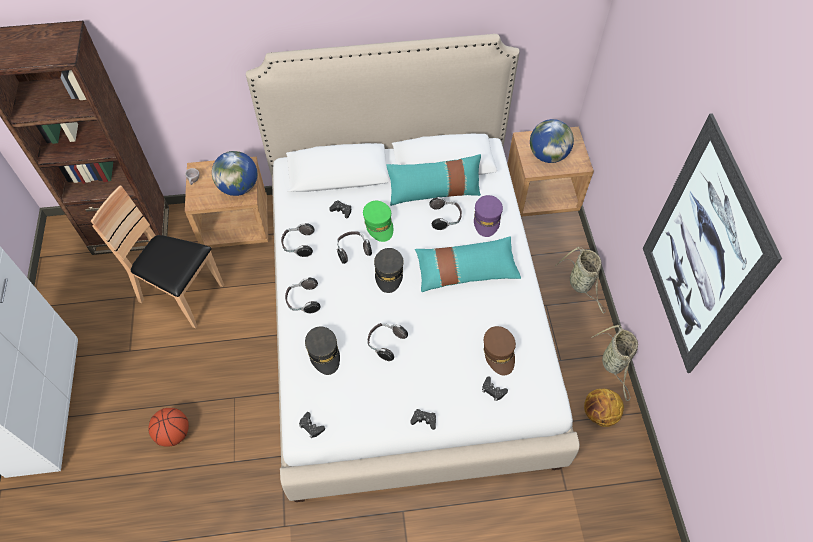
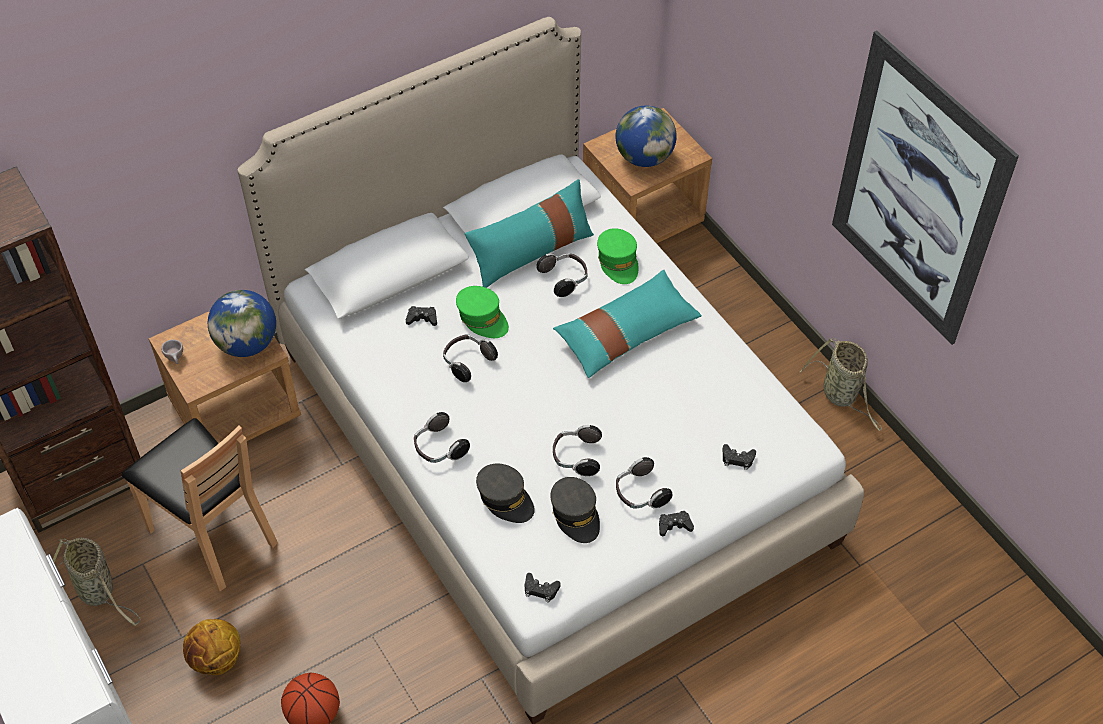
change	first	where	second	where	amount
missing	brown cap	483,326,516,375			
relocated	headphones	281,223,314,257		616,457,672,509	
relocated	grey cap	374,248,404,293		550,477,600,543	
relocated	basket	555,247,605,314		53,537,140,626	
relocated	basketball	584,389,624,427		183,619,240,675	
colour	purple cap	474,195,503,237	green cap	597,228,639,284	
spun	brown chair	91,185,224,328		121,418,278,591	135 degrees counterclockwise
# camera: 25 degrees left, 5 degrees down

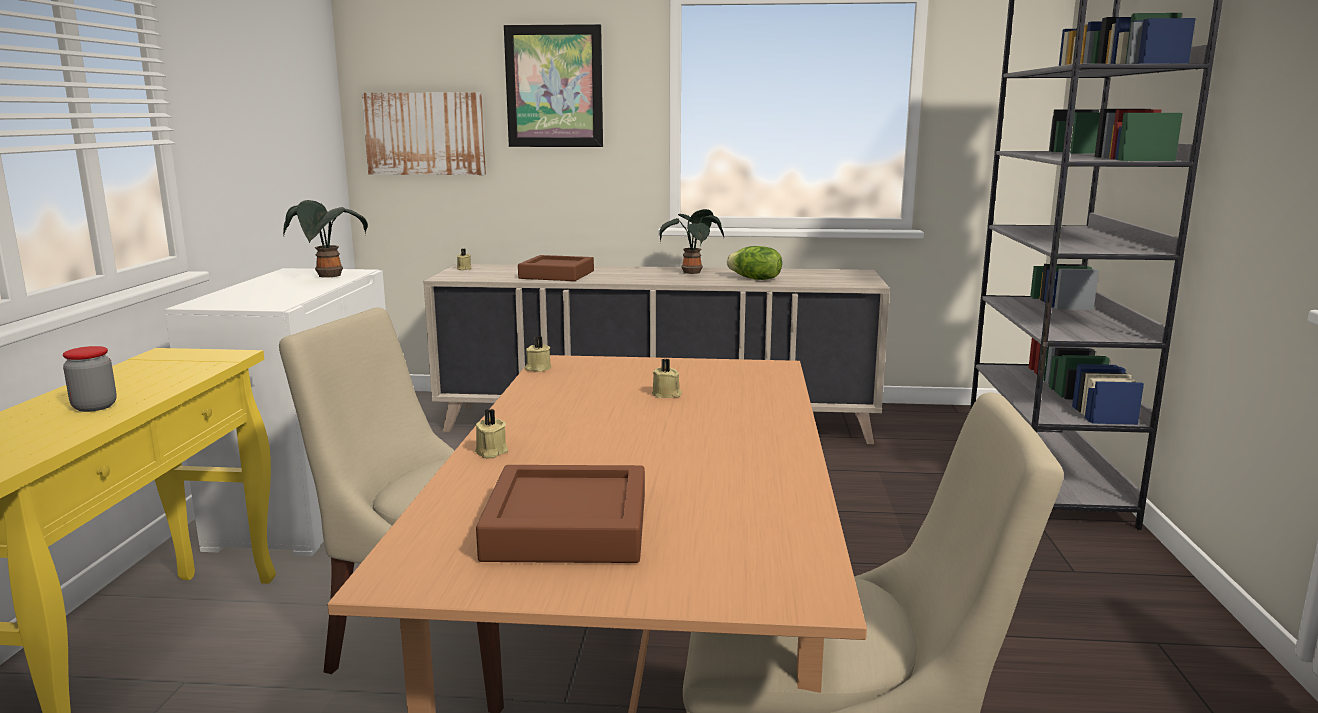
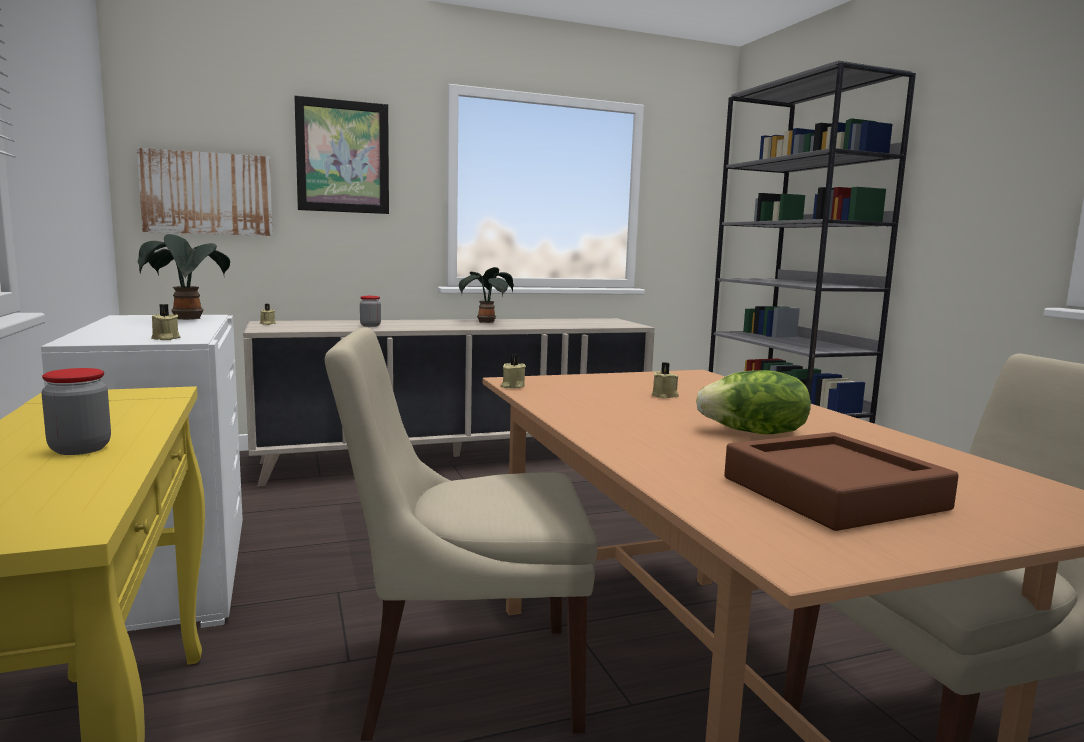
change	first	where	second	where	amount
relocated	beige candle	475,409,508,458		151,304,180,340	
relocated	lettuce	727,246,782,280		696,370,811,434	
exchanged	brown tray	518,255,594,281	jar	360,296,381,327	
# camera: 25 degrees left, 5 degrees down

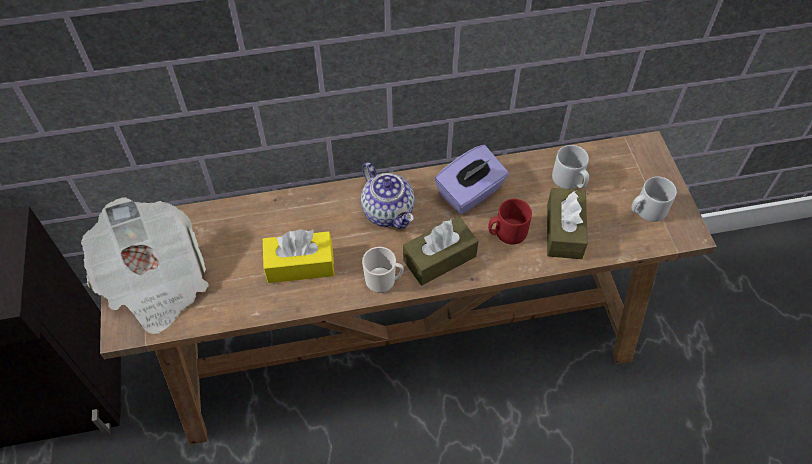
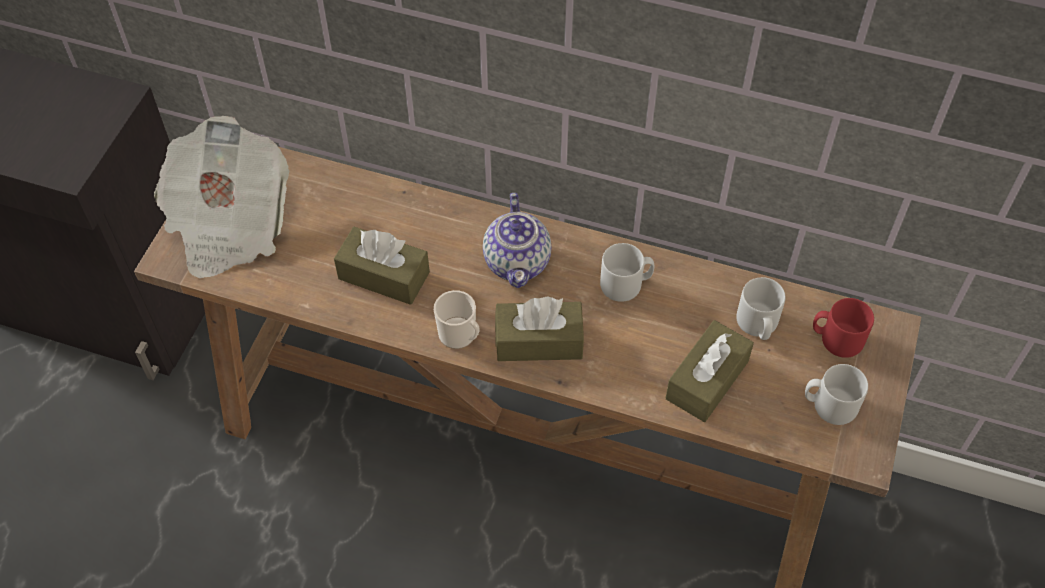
change	first	where	second	where	amount
relocated	red mug	488,199,532,244		813,298,874,358	
exchanged	purple tissue box	435,145,509,215	grey mug	600,243,654,302	
colour	yellow tissue box	263,229,334,283	brown tissue box	334,227,430,305	
# camera: 30 degrees right, 0 degrees up

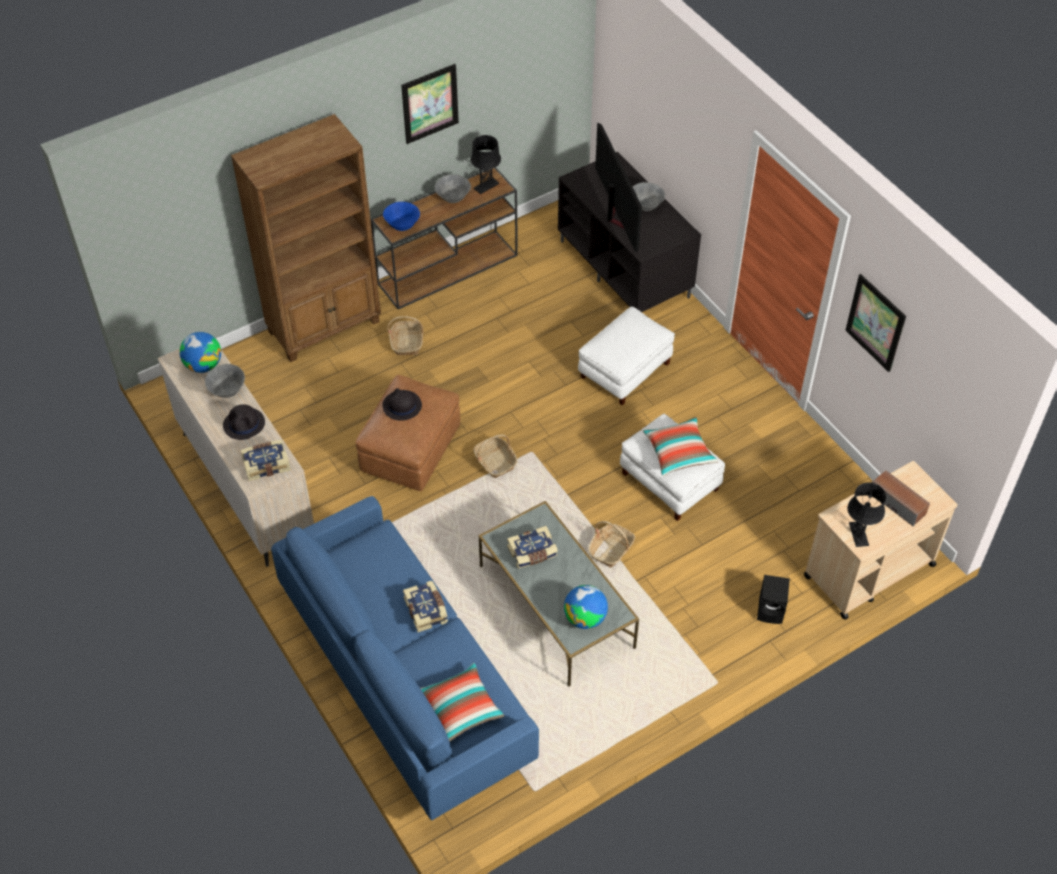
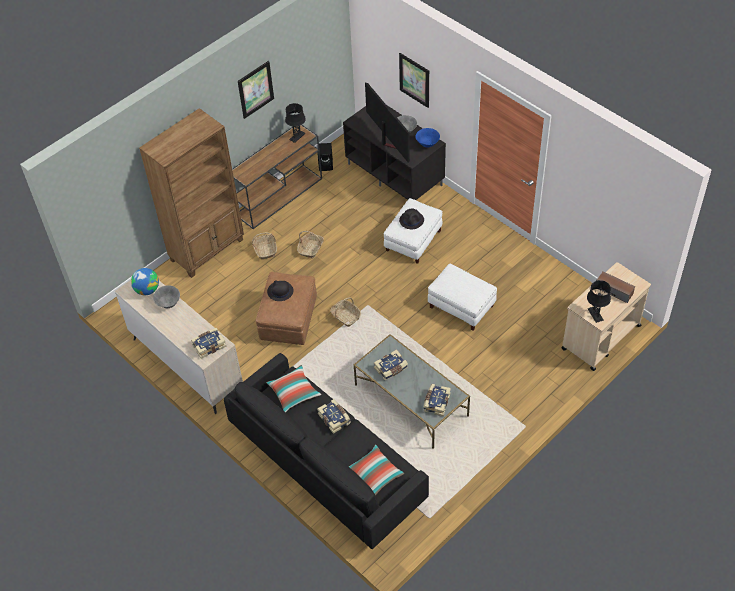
change	first	where	second	where	amount
missing	grey bowl	435,174,471,203			
relocated	black hat	223,404,265,440		399,209,424,229	
relocated	blue bowl	383,202,420,231		415,128,440,148	
relocated	basket	588,521,635,568		297,231,324,259	
relocated	pillow	643,417,719,476		266,365,322,412	
relocated	black speaker	757,575,790,624		317,143,333,171	
relocated	picture	845,274,906,372		399,53,429,108	
exchanged	globe	564,585,608,629	book	423,384,451,416	
colour	blue sofa	271,496,539,820	black sofa	224,353,429,549	
# camera: 10 degrees left, 0 degrees up

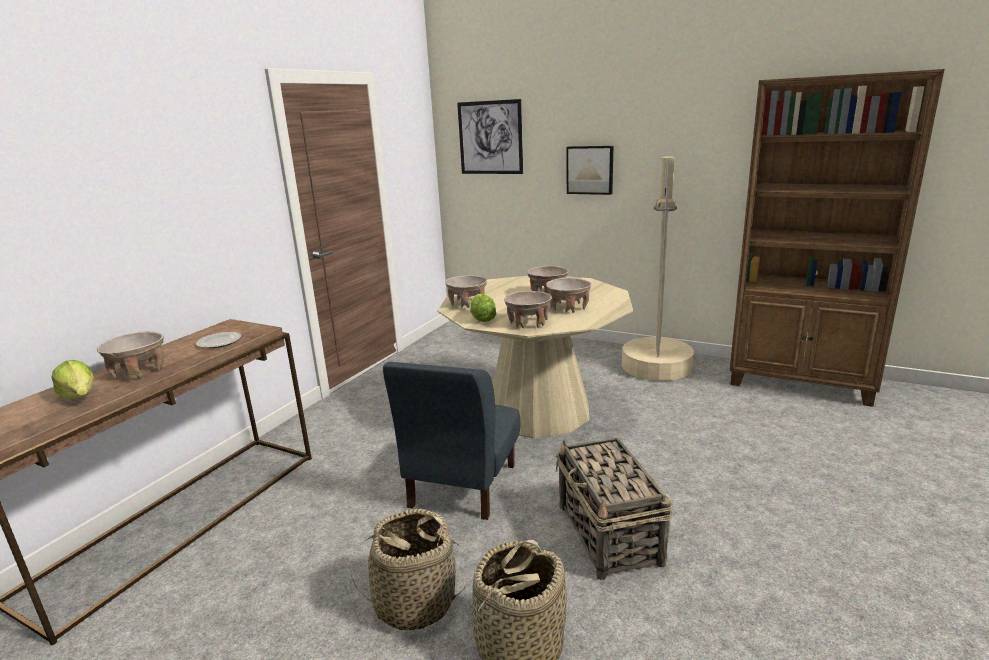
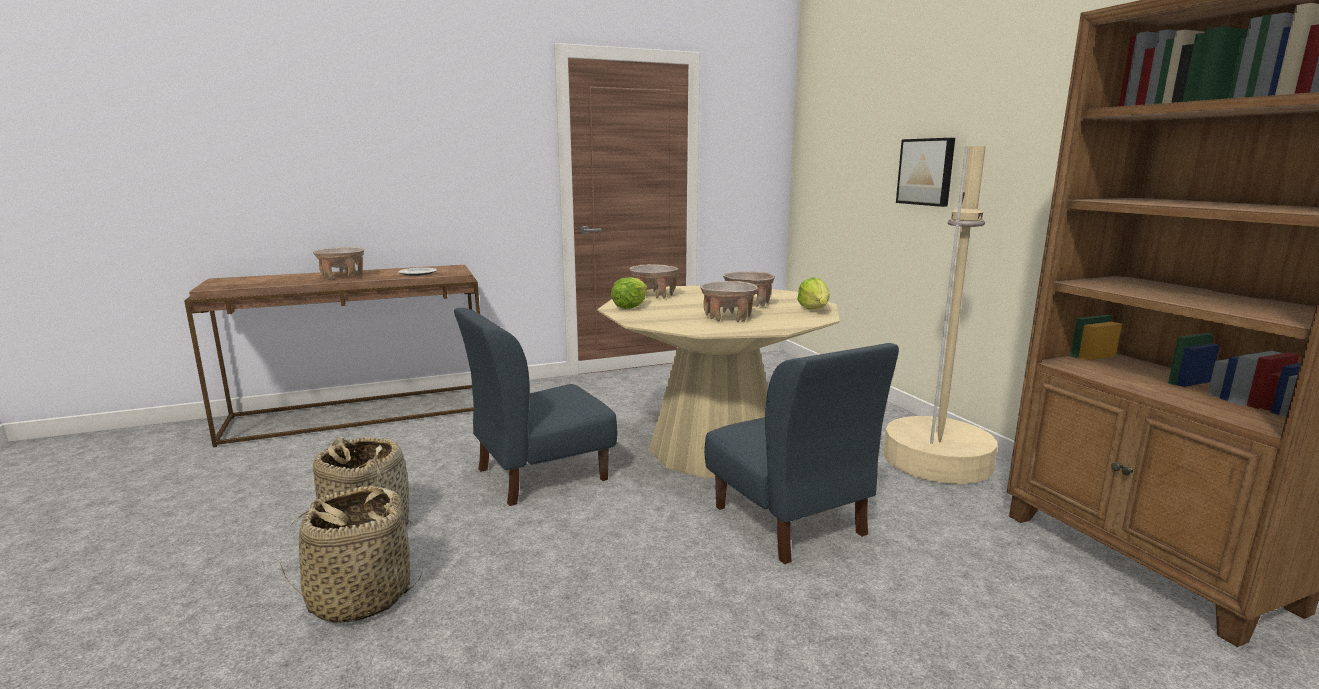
change	first	where	second	where	amount
missing	picture	457,99,523,174			
missing	beige bowl	504,291,552,329			
missing	basket	556,437,673,580			
appeared			blue chair	704,343,899,564	
relocated	lettuce	51,360,94,400		797,277,830,310	
# camera: 40 degrees right, 5 degrees down

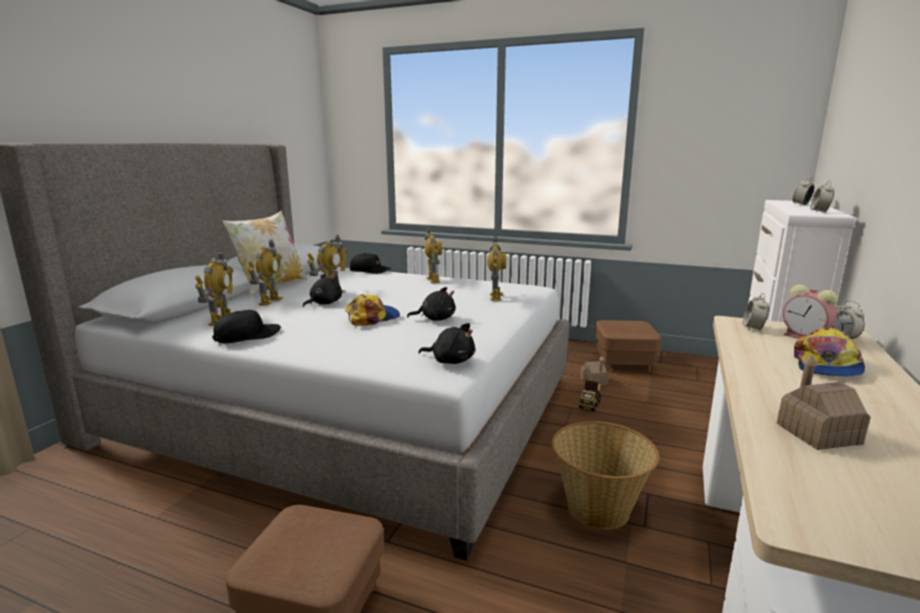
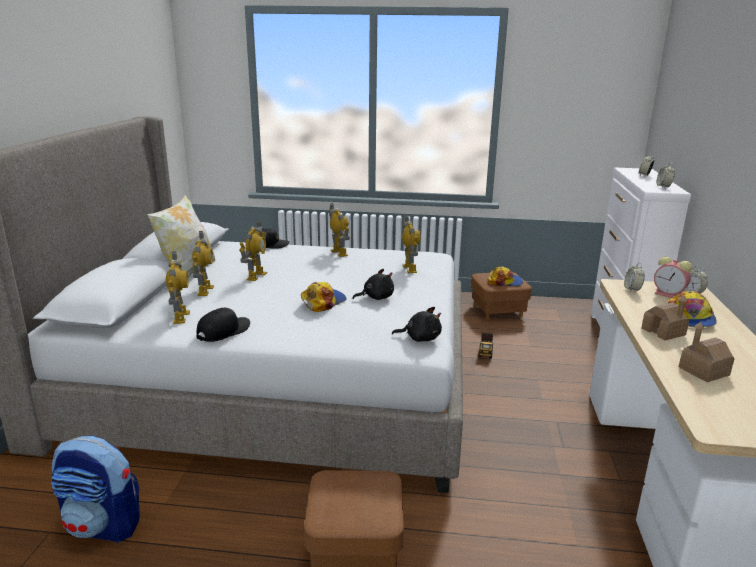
change	first	where	second	where	amount
missing	black plush toy	303,273,342,307			
missing	basket	551,421,659,529			
appeared			backpack	51,436,140,543	
appeared			cap	488,266,523,286	
relocated	toy house	580,356,609,385		641,295,689,340	
# camera: 15 degrees left, 5 degrees up

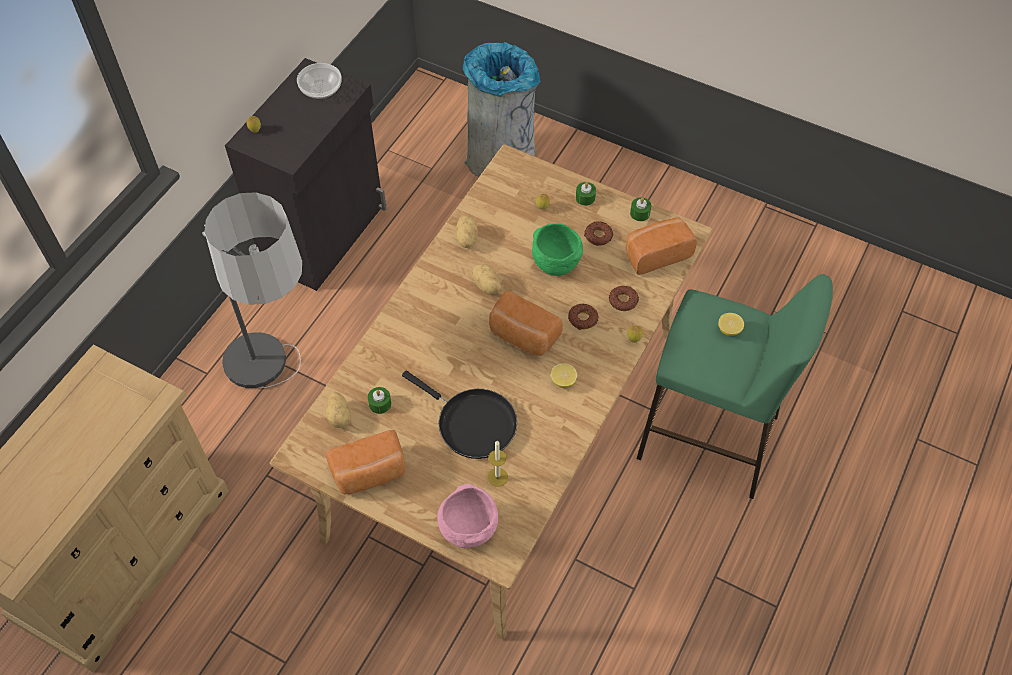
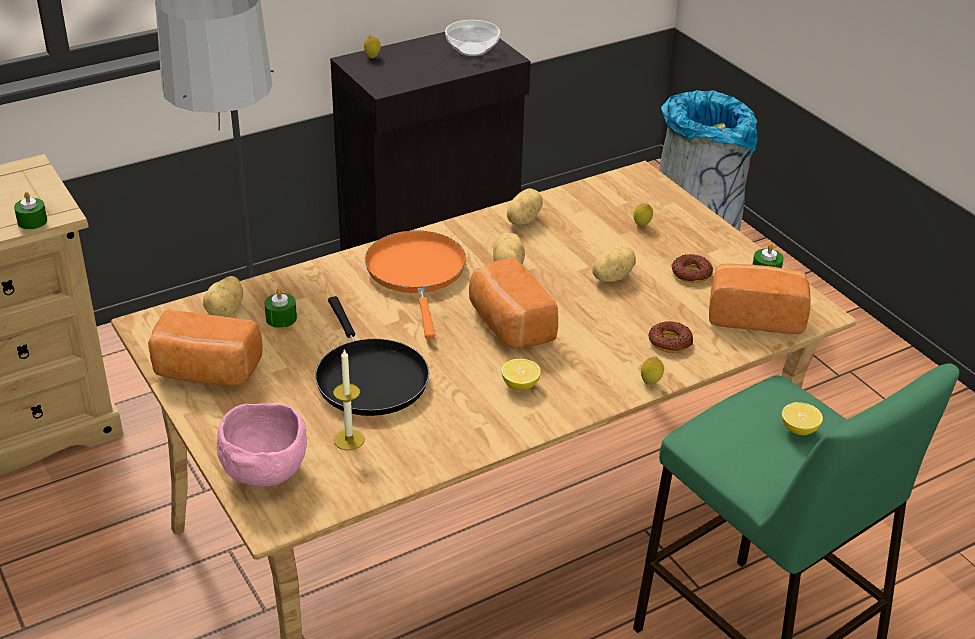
change	first	where	second	where	amount
missing	donut	568,304,599,330			
appeared			orange frying pan	365,230,466,339	
relocated	green candle	576,182,596,206		14,192,47,229	
exchanged	green bowl	532,223,583,276	potato	592,245,636,282	
# camera: 30 degrees right, 20 degrees down

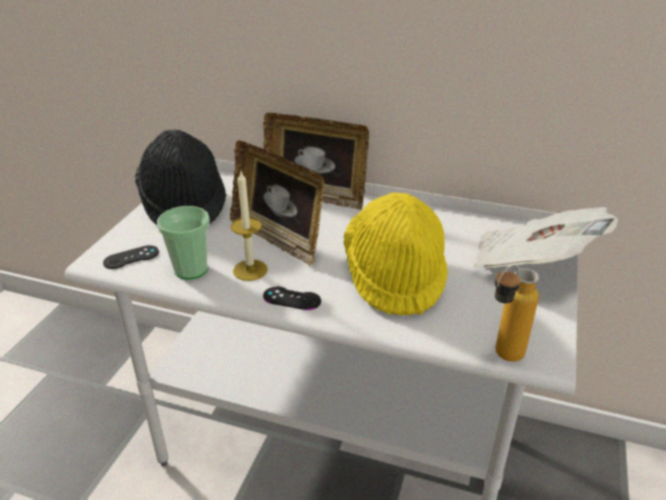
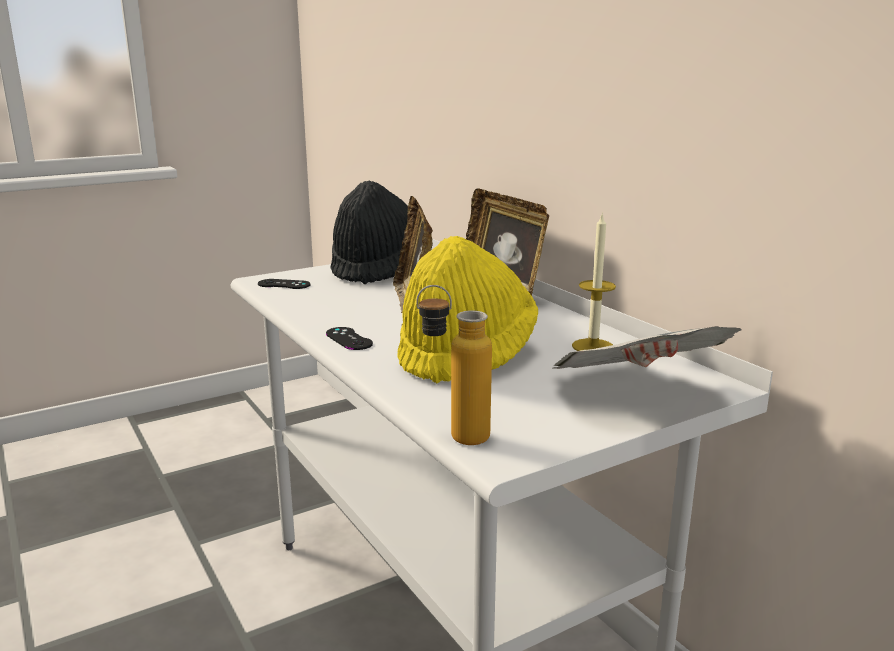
change	first	where	second	where	amount
missing	cup	157,206,210,280			
relocated	candle	231,172,268,281		572,212,616,351	
# camera: 40 degrees right, 15 degrees down

